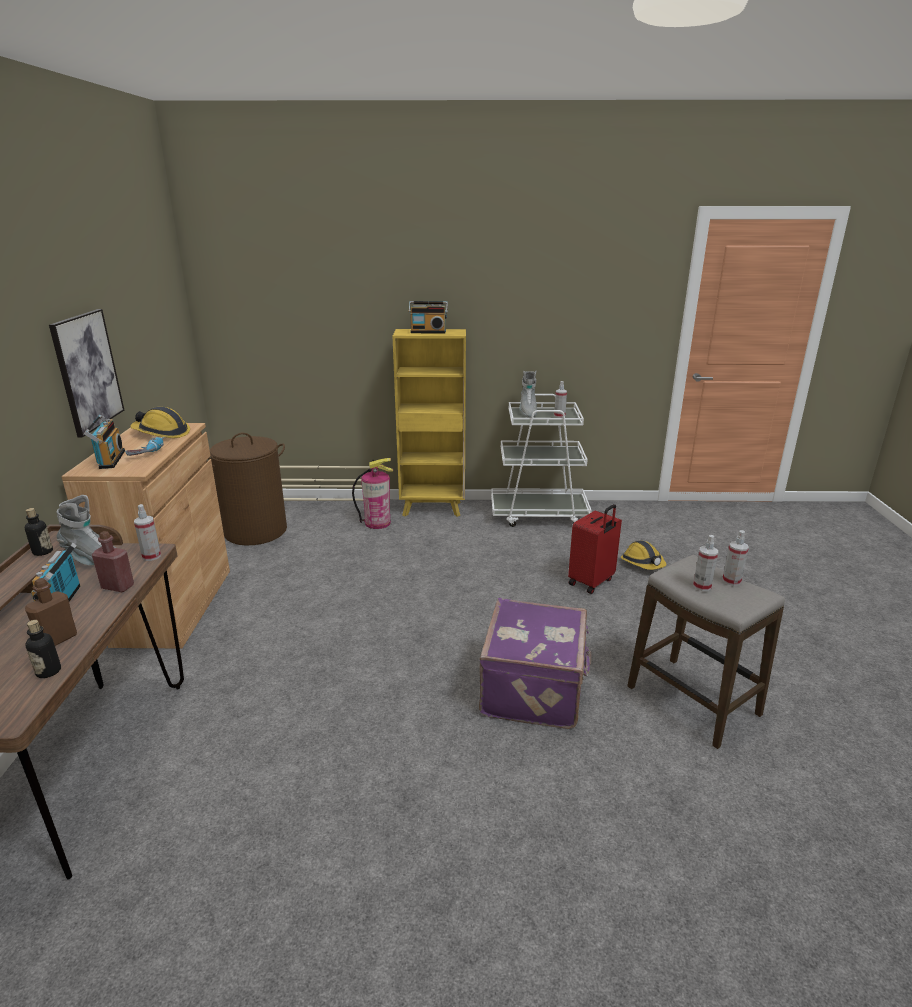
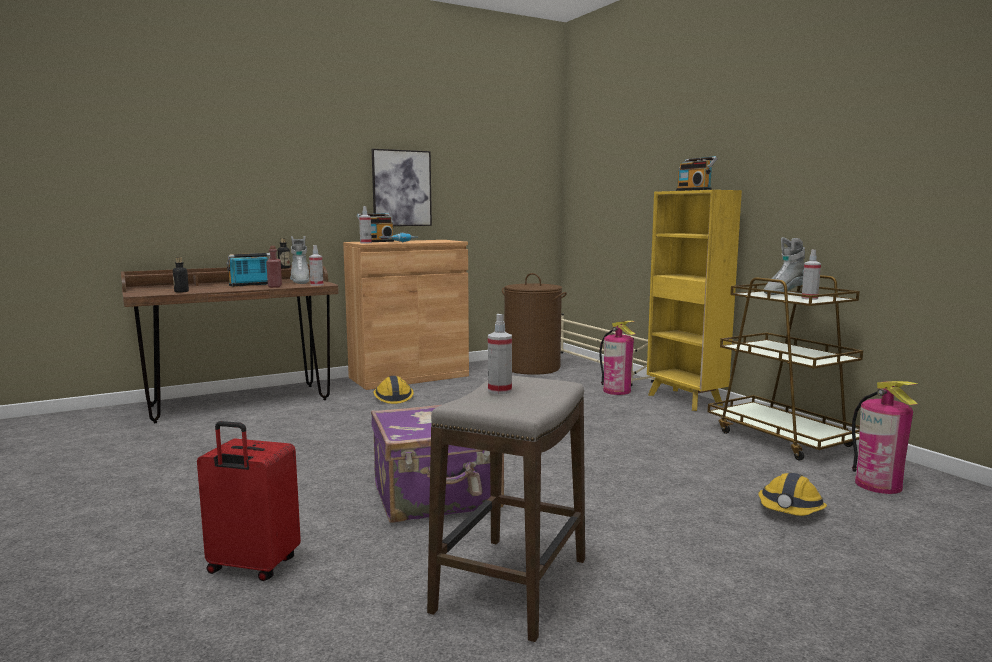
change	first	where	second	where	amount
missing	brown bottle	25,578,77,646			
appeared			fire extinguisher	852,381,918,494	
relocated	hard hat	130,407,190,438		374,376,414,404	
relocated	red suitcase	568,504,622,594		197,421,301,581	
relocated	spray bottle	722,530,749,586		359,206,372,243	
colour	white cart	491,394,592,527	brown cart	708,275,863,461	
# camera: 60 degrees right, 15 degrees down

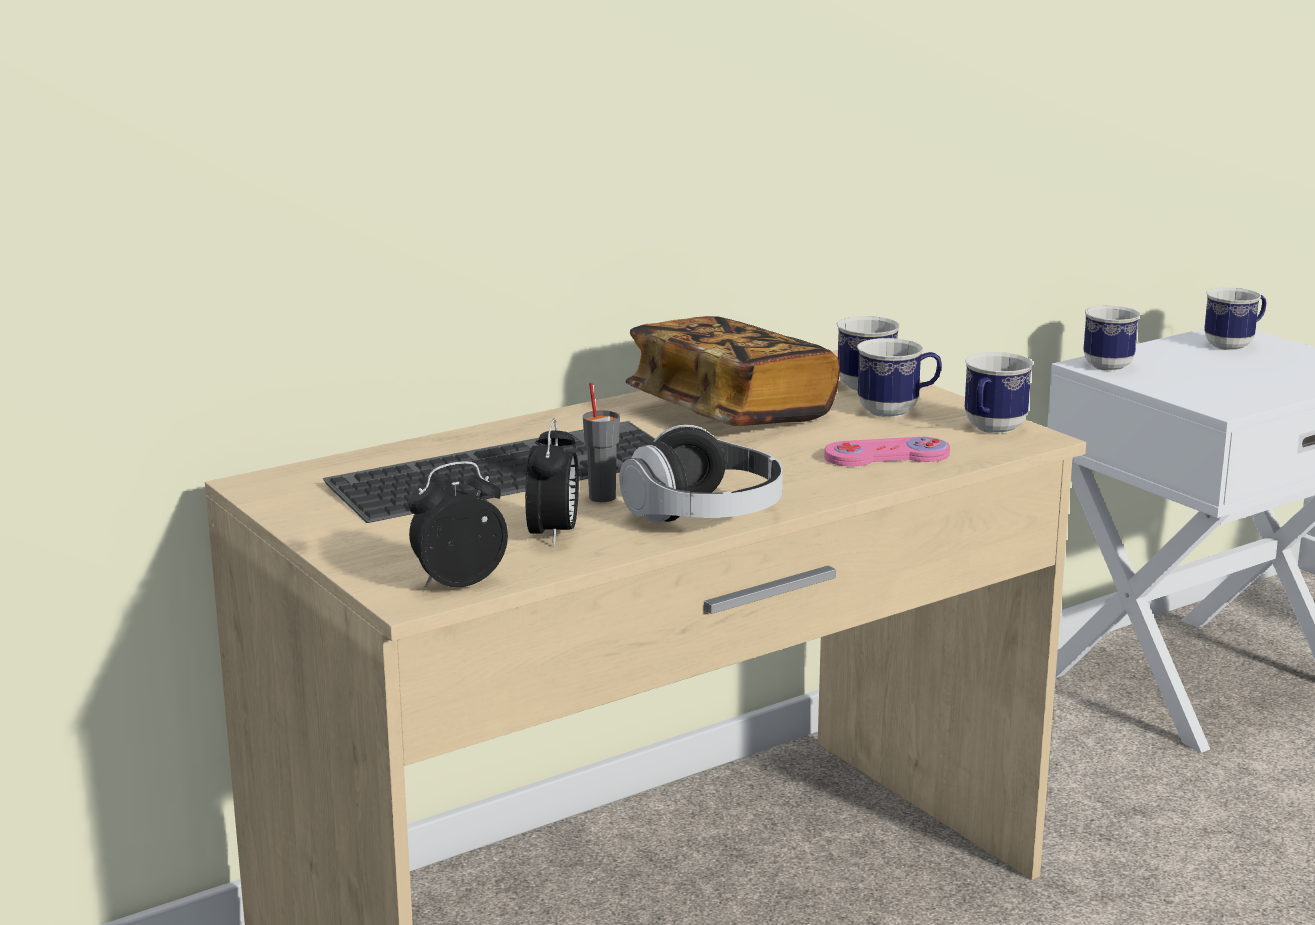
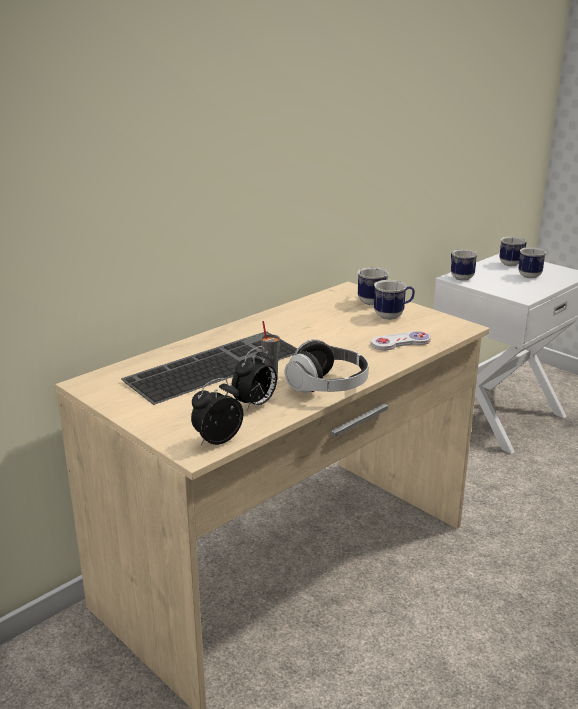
change	first	where	second	where	amount
missing	book	626,316,840,426			
relocated	mug	965,352,1034,433		518,247,546,278	
colour	pink game controller	824,437,950,466	white game controller	371,331,431,350	
spun	alarm clock	525,418,579,546		232,346,277,411	45 degrees clockwise
# camera: 10 degrees left, 5 degrees up

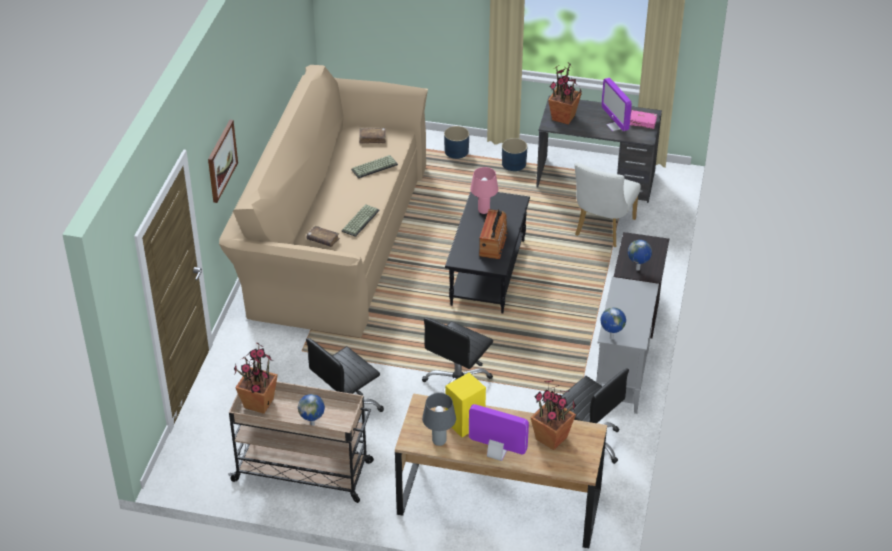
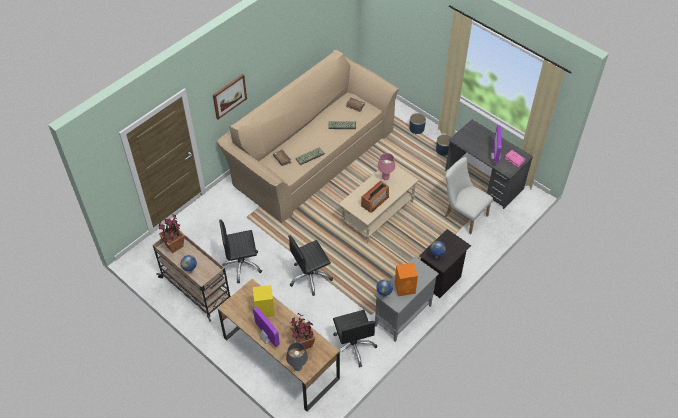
change	first	where	second	where	amount
missing	potted plant	548,60,582,125			
appeared			orange speaker	395,263,418,296	
relocated	grey table lamp	422,393,456,446		286,343,308,371	
colour	black coffee table	445,191,530,314	beige coffee table	338,161,419,243	
spun	white chair	575,162,641,247		445,157,493,234	75 degrees clockwise
# camera: 30 degrees right, 10 degrees up

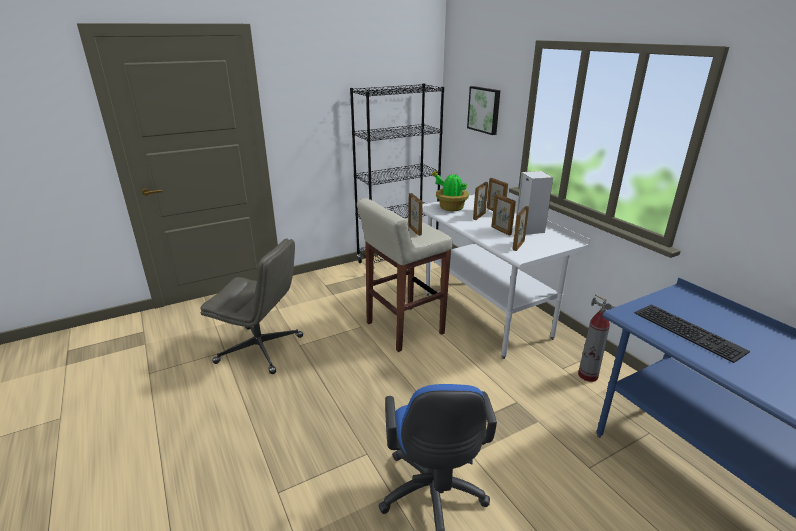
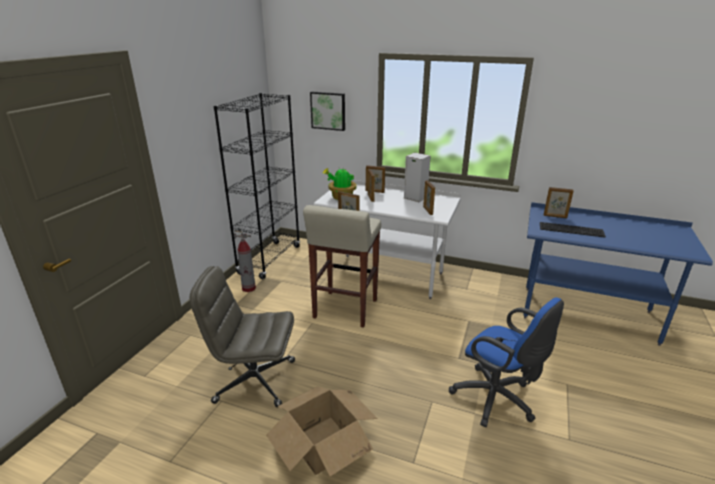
change	first	where	second	where	amount
appeared			cardboard box	266,386,378,477	
relocated	picture frame	491,194,516,235		544,187,574,218	
relocated	fire extinguisher	578,294,615,382		234,231,256,292	
spun	grey office chair	201,238,303,374		190,266,295,408	150 degrees counterclockwise
# camera: 40 degrees left, 0 degrees up

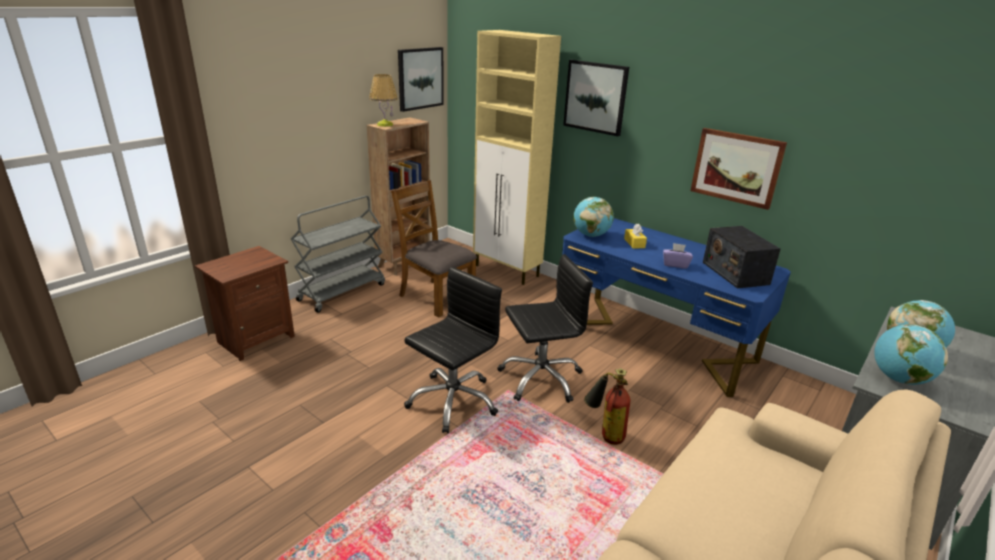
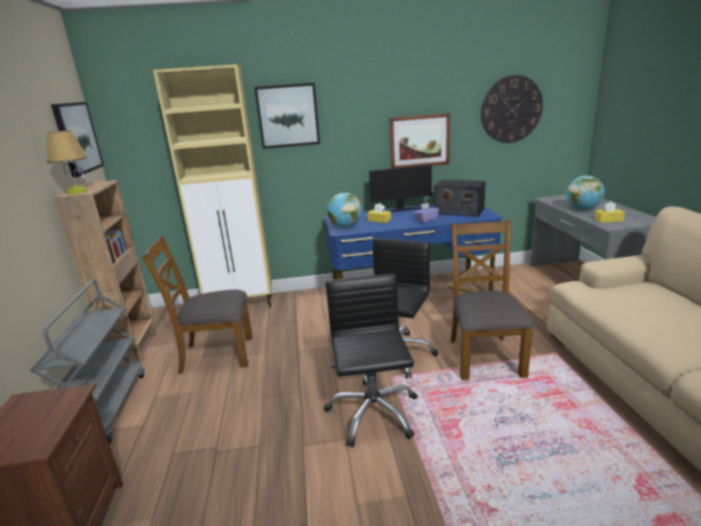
change	first	where	second	where	amount
appeared			monitor	369,165,432,212	
appeared			wall clock	481,75,543,143	
exchanged	fire extinguisher	584,368,630,445	brown chair	451,220,534,380	
exchanged	globe	874,324,948,385	yellow tissue box	595,201,625,223	
# camera: 45 degrees left, 5 degrees down

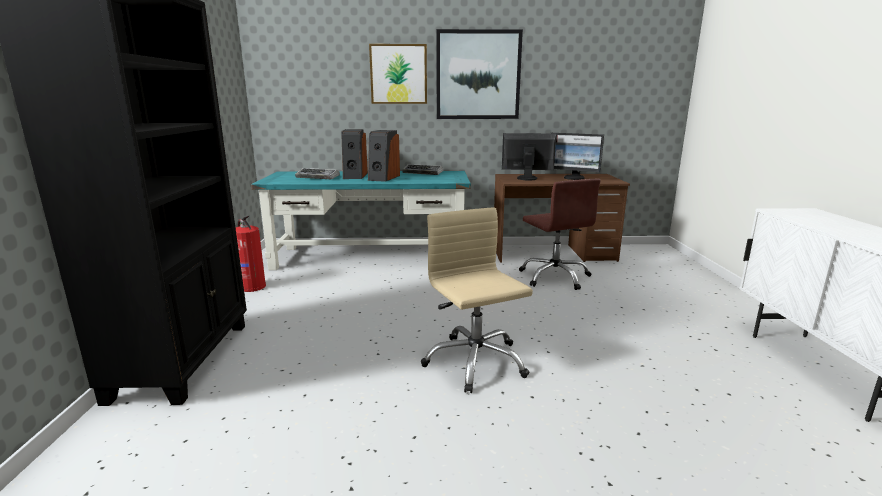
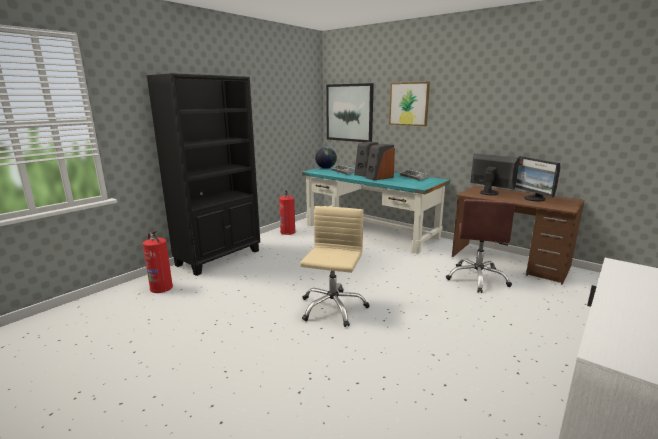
change	first	where	second	where	amount
appeared			fire extinguisher	143,231,173,293	
appeared			globe	315,147,337,169	
relocated	picture	436,29,523,119		326,83,374,142	
# camera: 40 degrees right, 0 degrees up

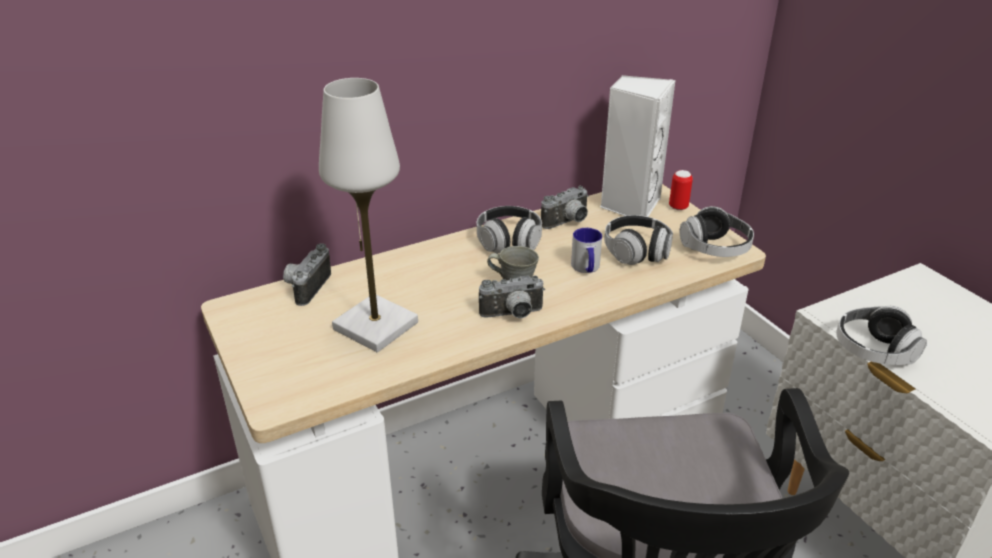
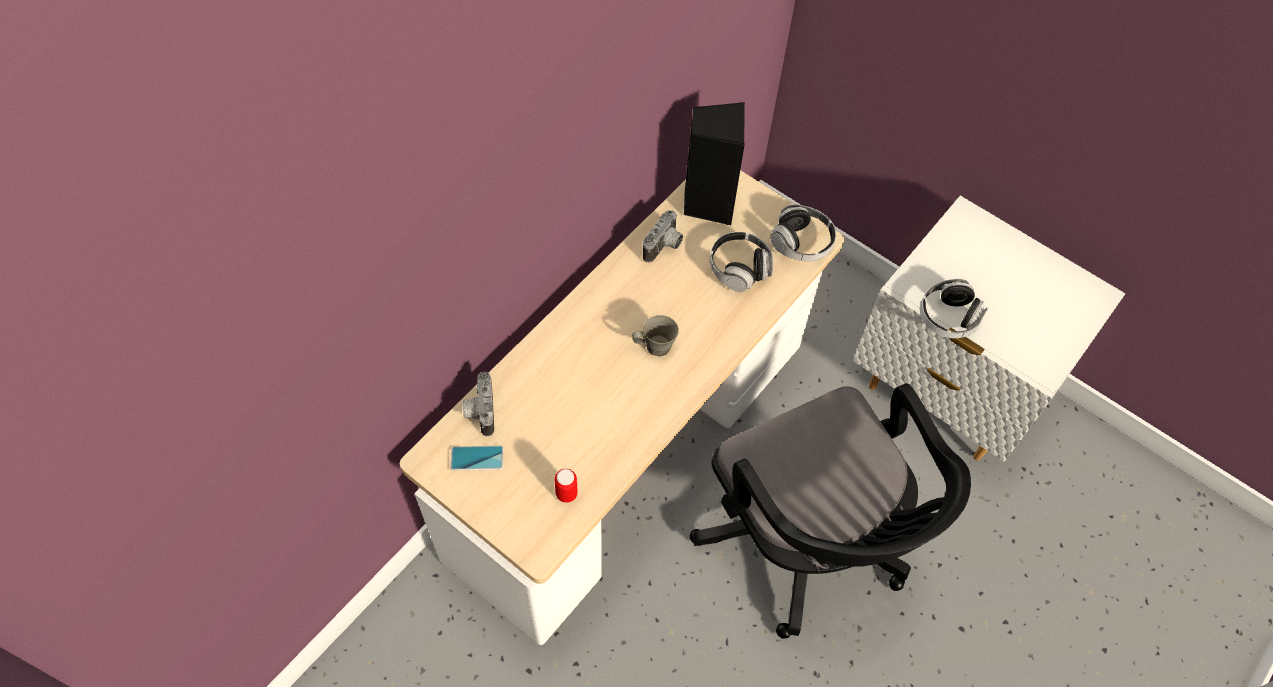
change	first	where	second	where	amount
missing	white table lamp	319,78,418,352			
missing	headphones	477,206,542,254			
missing	photo camera	479,275,545,318			
missing	mug	571,228,602,273			
appeared			phone	450,446,504,471	
relocated	can	669,170,693,210		554,469,578,503	
colour	white speaker	600,75,676,217	black speaker	684,102,745,225	
# camera: 25 degrees left, 25 degrees up

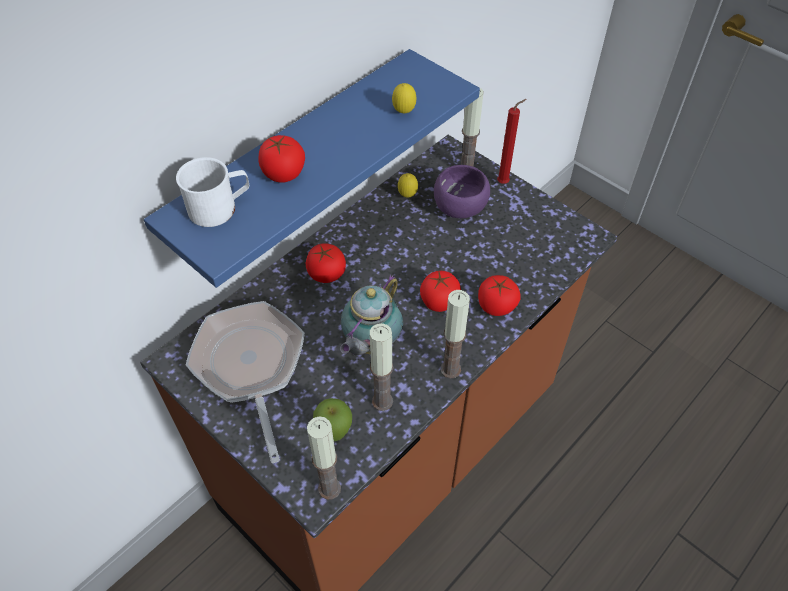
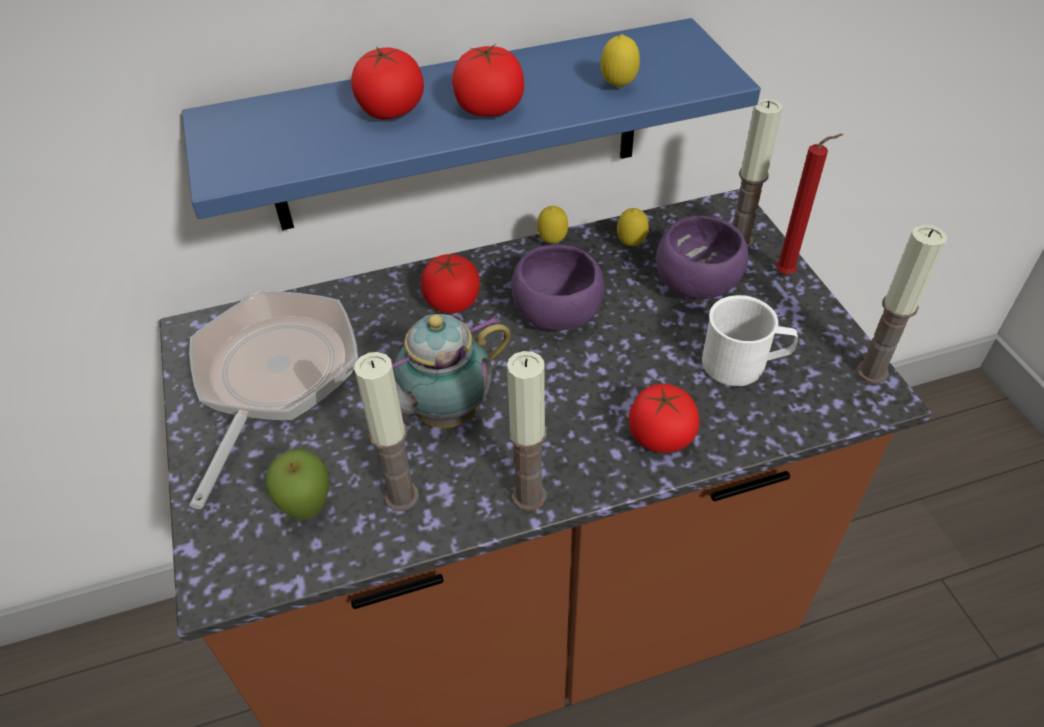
change	first	where	second	where	amount
appeared			purple bowl	512,244,604,330	
appeared			lemon	537,206,568,244	
relocated	white mug	176,157,249,227		702,295,798,386	
relocated	candle	307,416,341,500		857,224,947,384	
relocated	tomato	420,271,461,312		452,45,524,117	
# camera: 30 degrees right, 5 degrees down

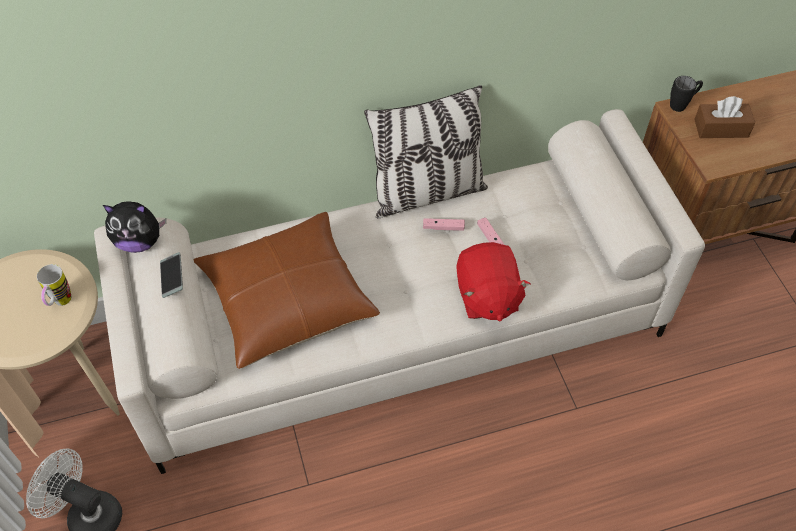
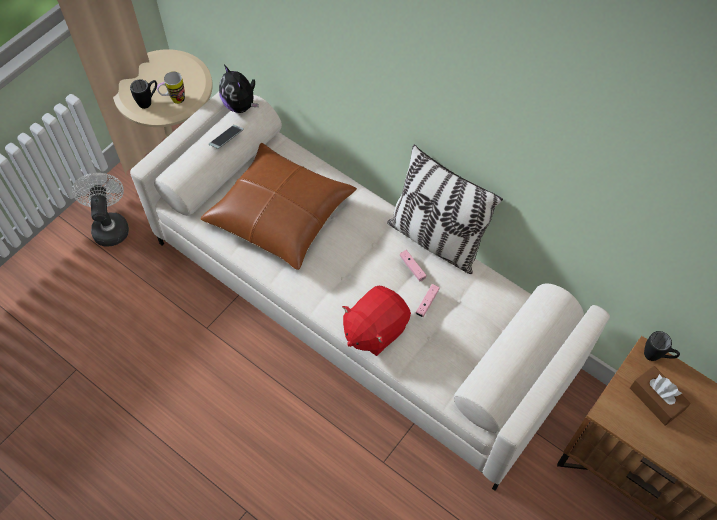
change	first	where	second	where	amount
appeared			black mug	130,79,157,109	
# camera: 55 degrees right, 5 degrees up

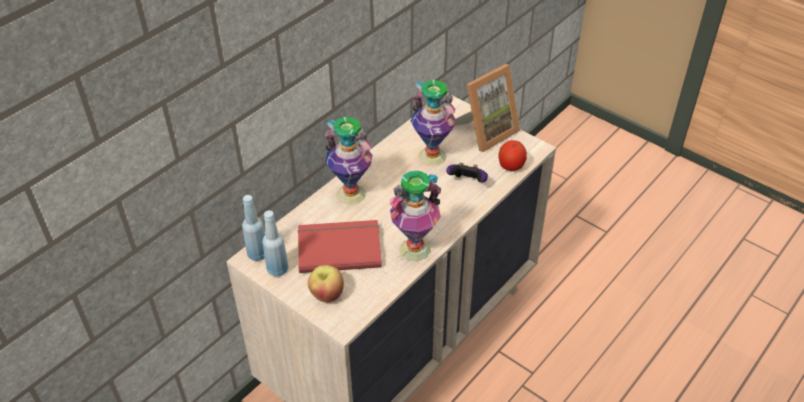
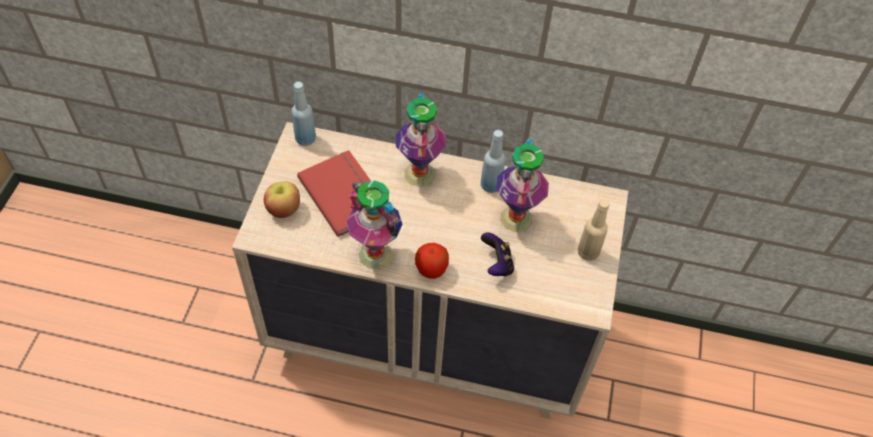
change	first	where	second	where	amount
relocated	blue bottle	262,210,288,277		481,130,506,193	
relocated	apple	498,140,527,171		415,243,449,279	
exchanged	picture frame	454,64,520,152	beige bottle	577,199,609,261	
# camera: 60 degrees right, 10 degrees up

